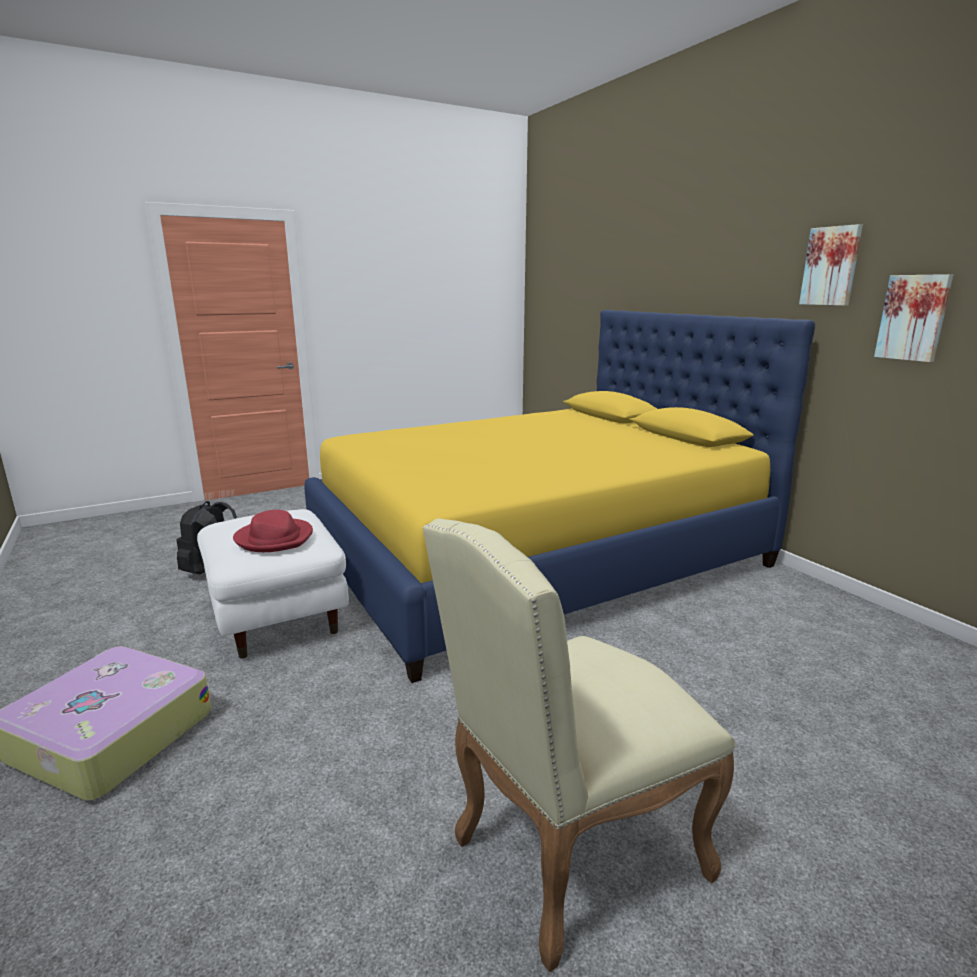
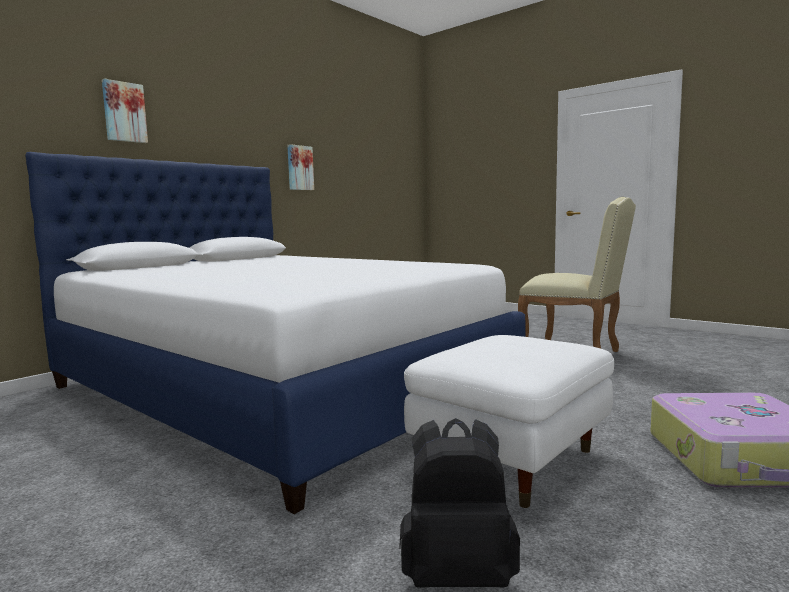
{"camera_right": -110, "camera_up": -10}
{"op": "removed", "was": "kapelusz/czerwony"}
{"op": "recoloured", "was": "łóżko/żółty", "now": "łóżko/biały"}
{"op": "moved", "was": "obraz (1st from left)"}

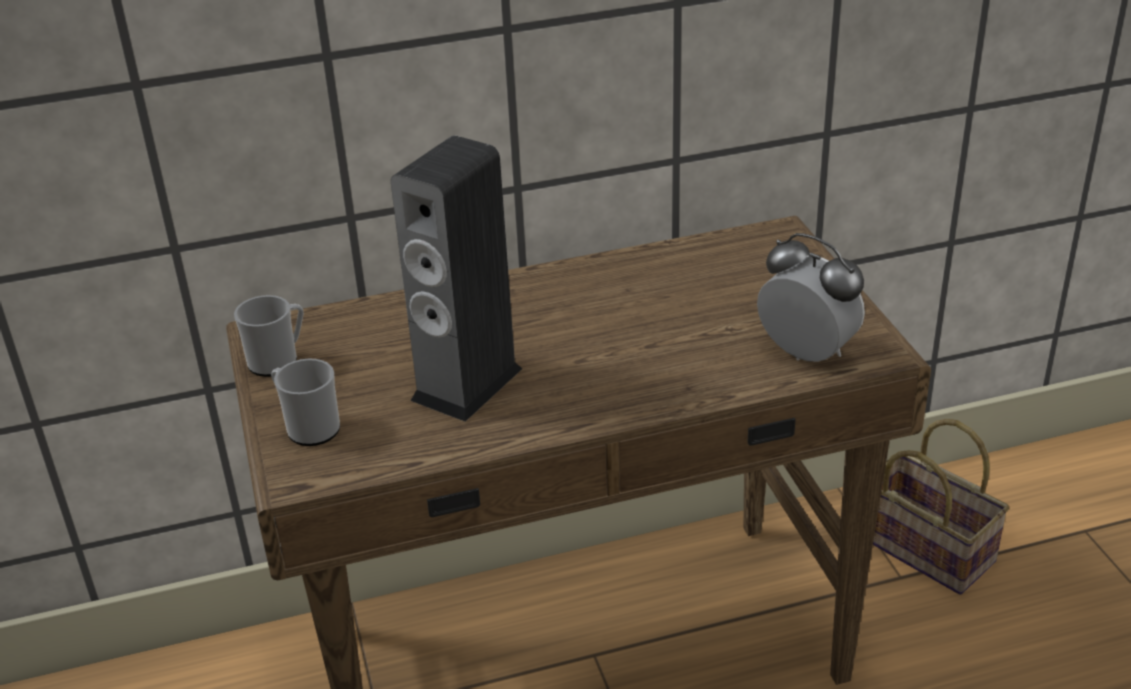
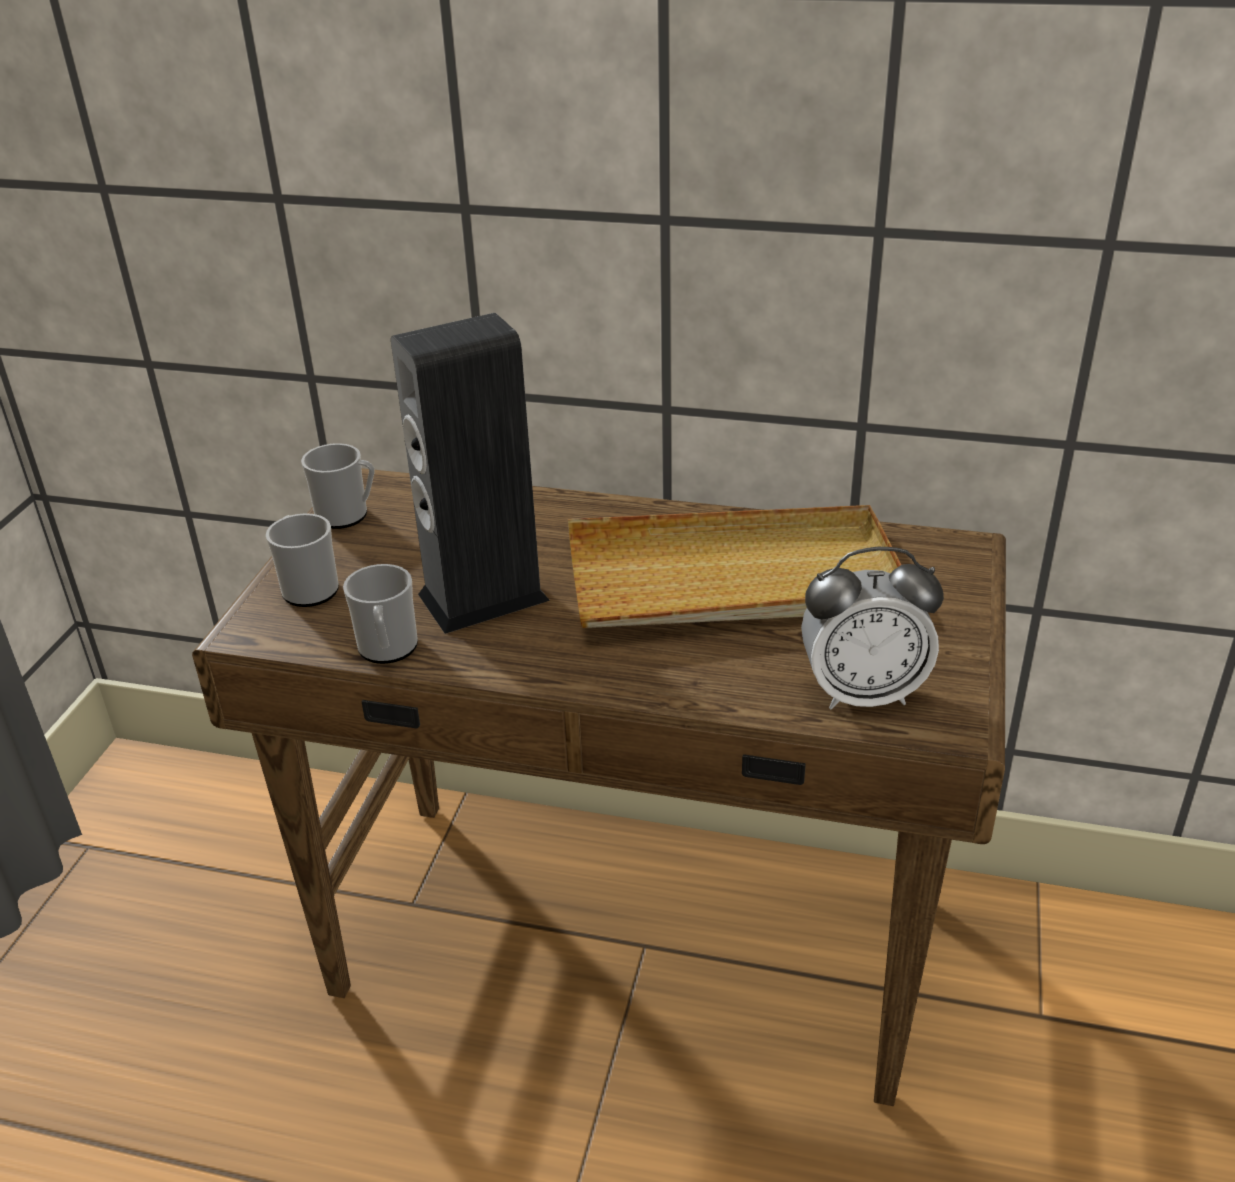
{"camera_right": 30, "camera_up": 0}
{"op": "turned", "was": "budzik", "clockwise": 105}
{"op": "removed", "was": "koszyk"}
{"op": "added", "now": "kubek (3rd from left)"}
{"op": "added", "now": "taca/beżowy"}

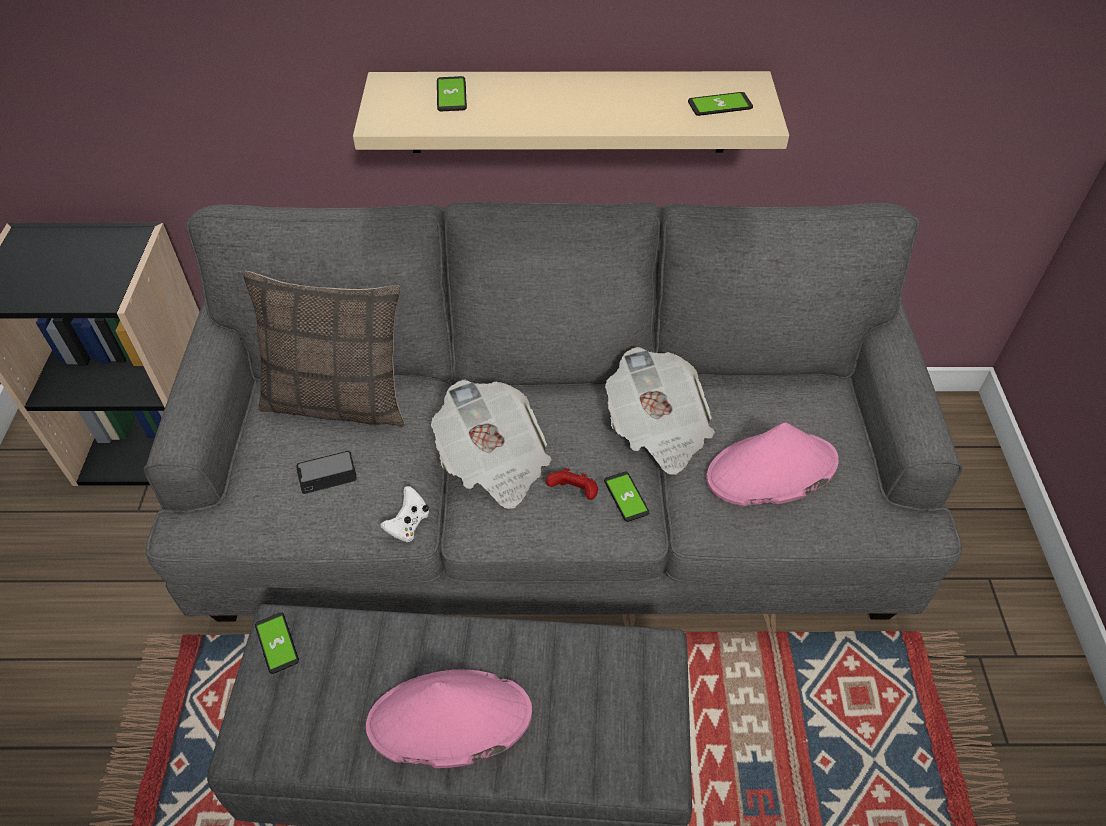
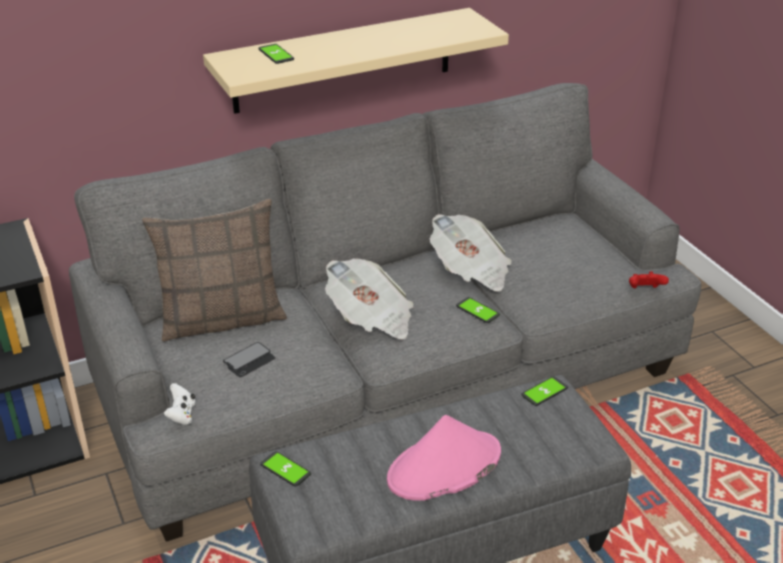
{"camera_right": -25, "camera_up": -15}
{"op": "moved", "was": "pad do gier/biały"}
{"op": "moved", "was": "pad do gier/czerwony"}
{"op": "moved", "was": "telefon (5th from left)"}
{"op": "removed", "was": "kapelusz/różowy (2nd from left)"}

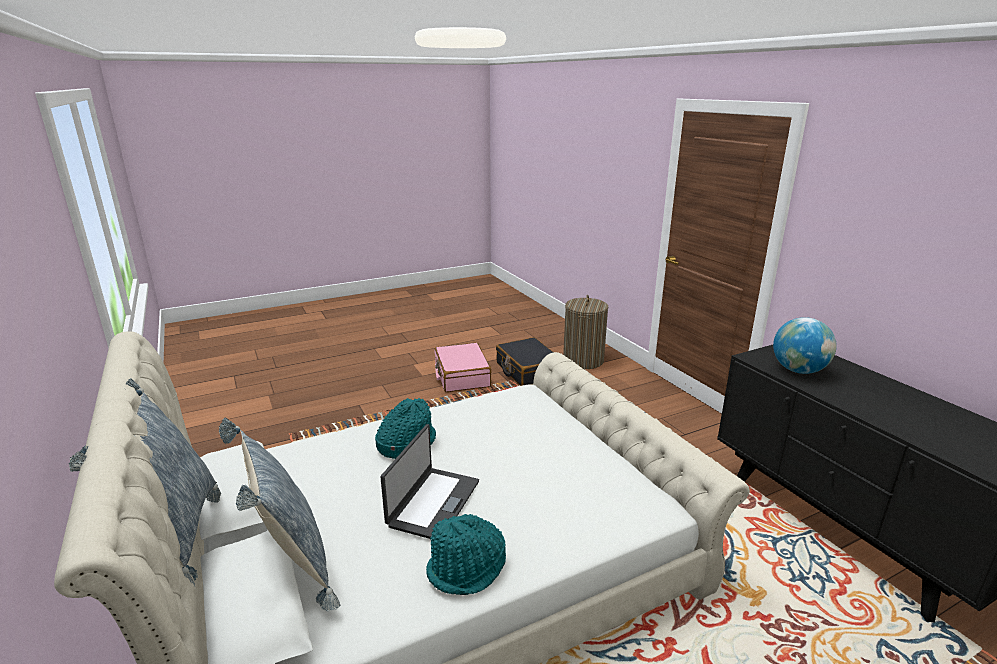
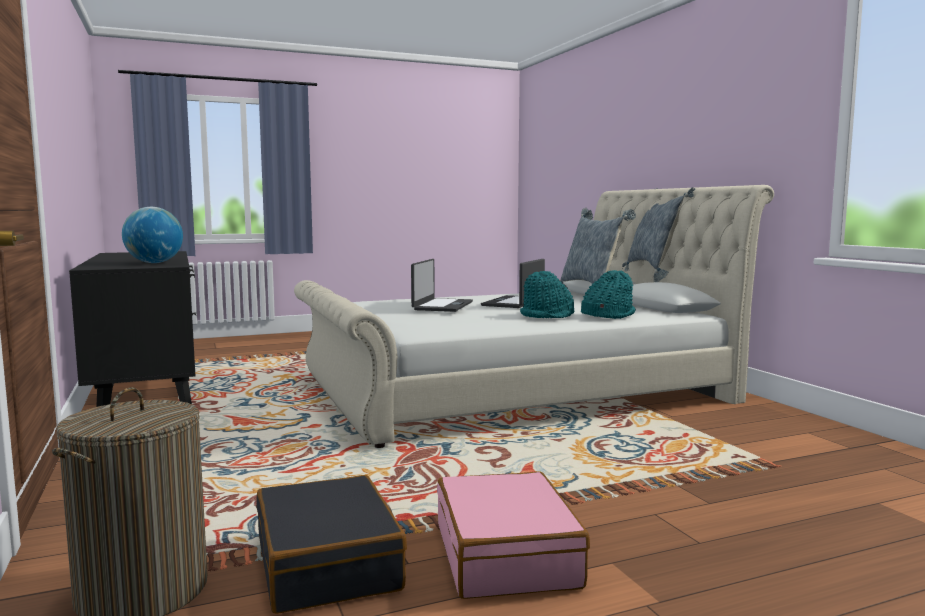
{"camera_right": -175, "camera_up": -15}
{"op": "moved", "was": "kapelusz/turkusowy (2nd from left)"}
{"op": "added", "now": "laptop (1st from left)"}

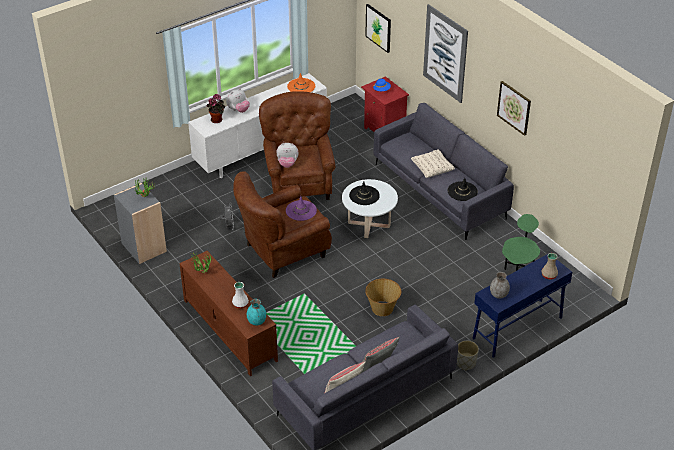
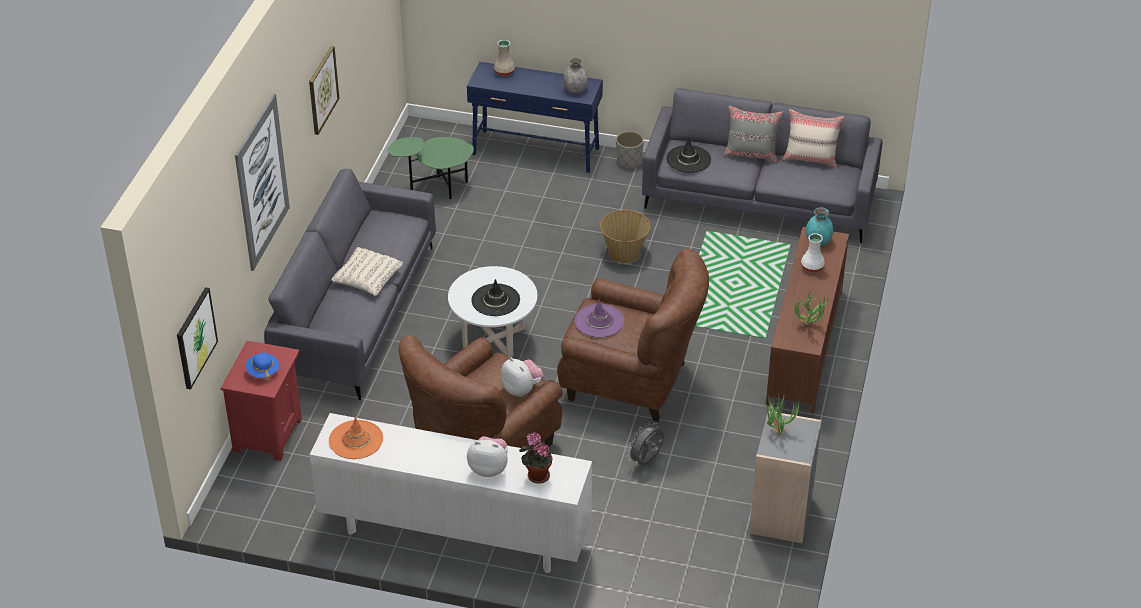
{"camera_right": -130, "camera_up": 0}
{"op": "moved", "was": "kapelusz/czarny (2nd from left)"}

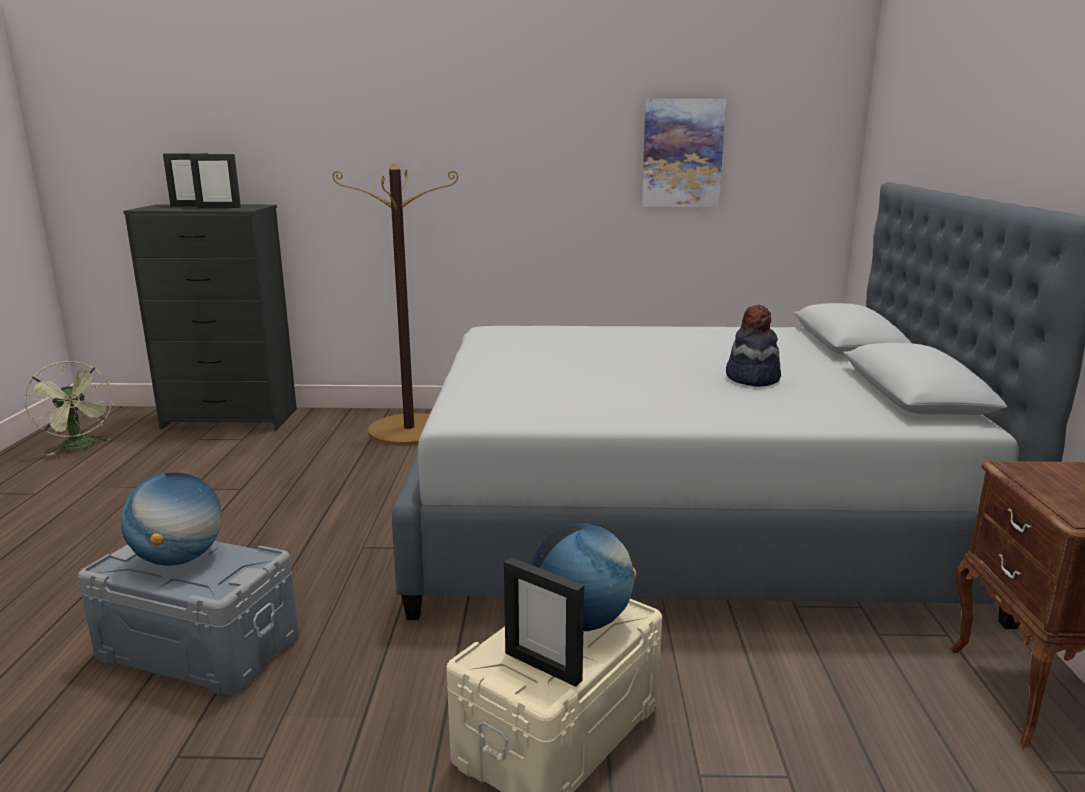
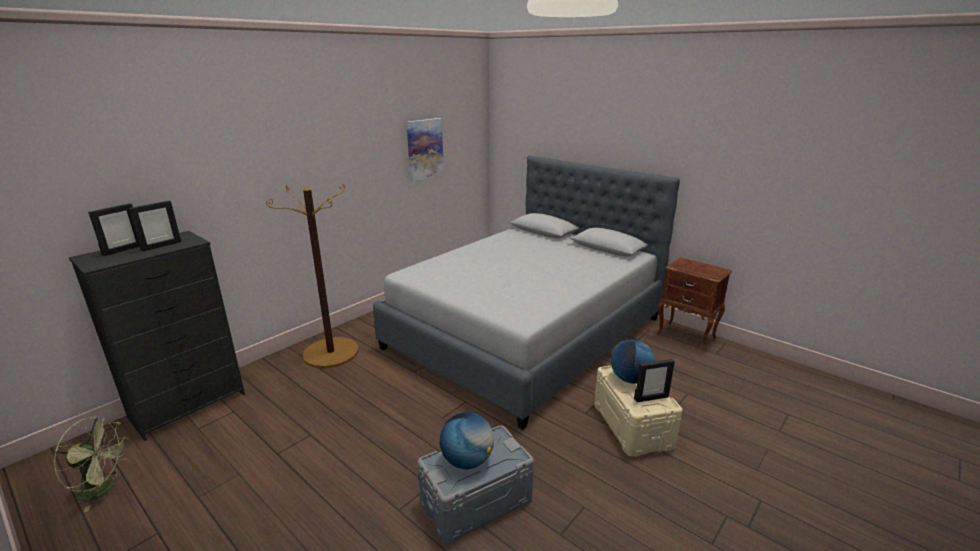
{"camera_right": -50, "camera_up": 5}
{"op": "removed", "was": "kapelusz"}

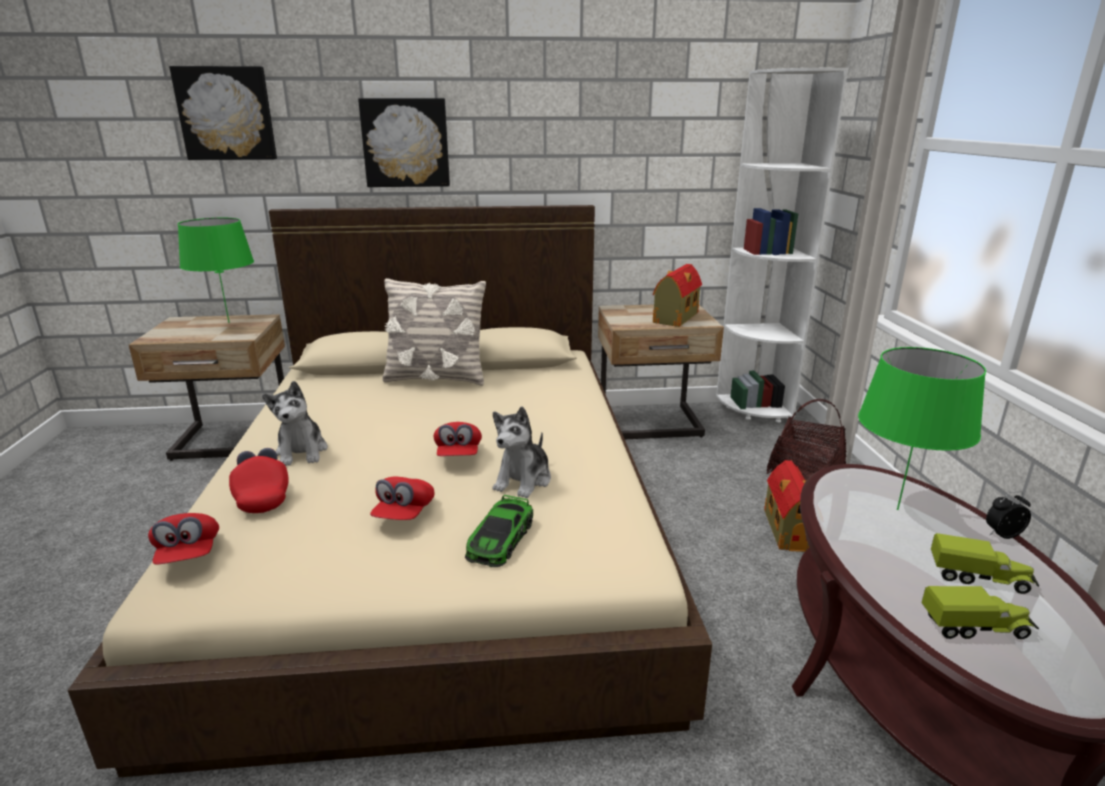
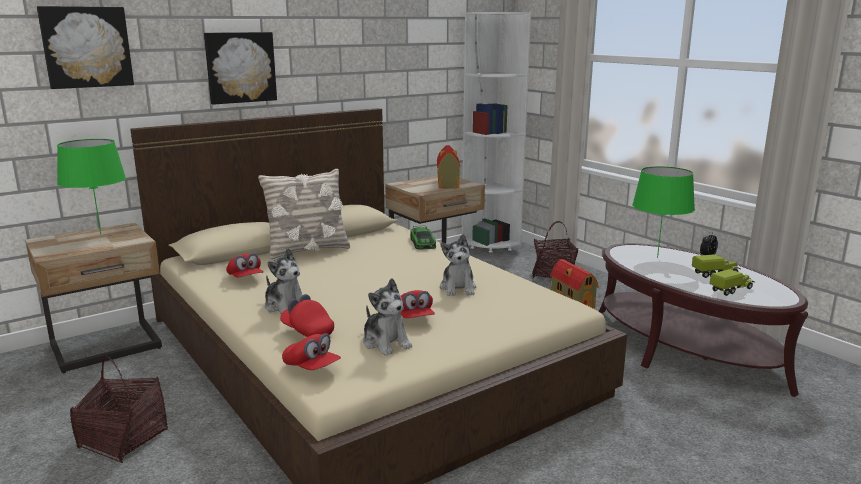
{"camera_right": -30, "camera_up": -5}
{"op": "moved", "was": "czapka z daszkiem/czerwony (4th from left in the first image)", "now": "czapka z daszkiem/czerwony (1st from left)"}
{"op": "moved", "was": "samochodzik"}
{"op": "added", "now": "koszyk (1st from left)"}
{"op": "added", "now": "pluszak (2nd from left)"}

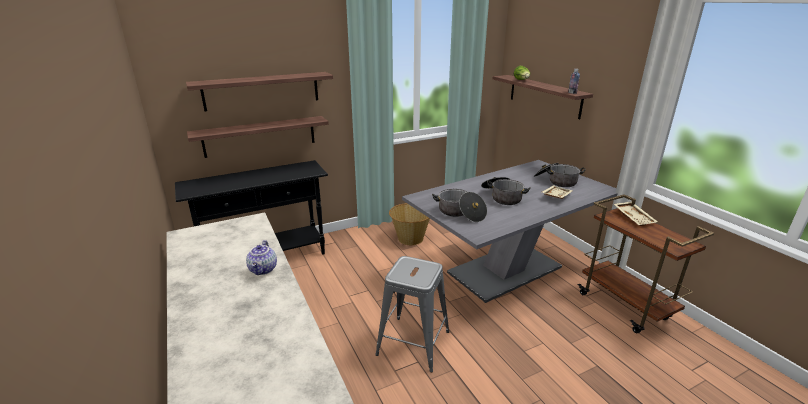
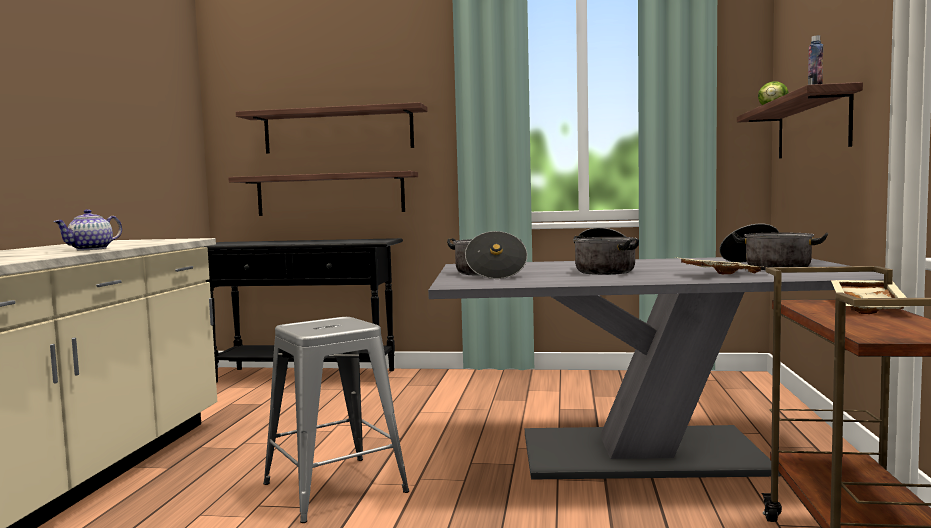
{"camera_right": 35, "camera_up": -20}
{"op": "removed", "was": "koszyk"}

